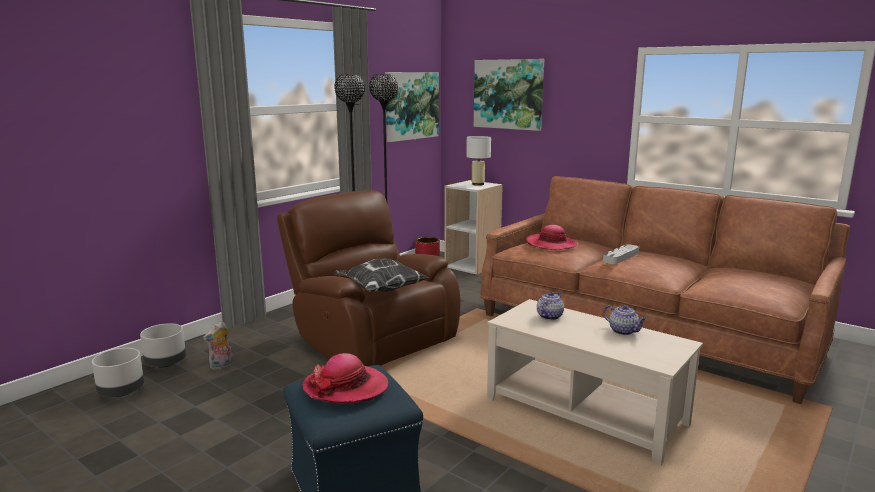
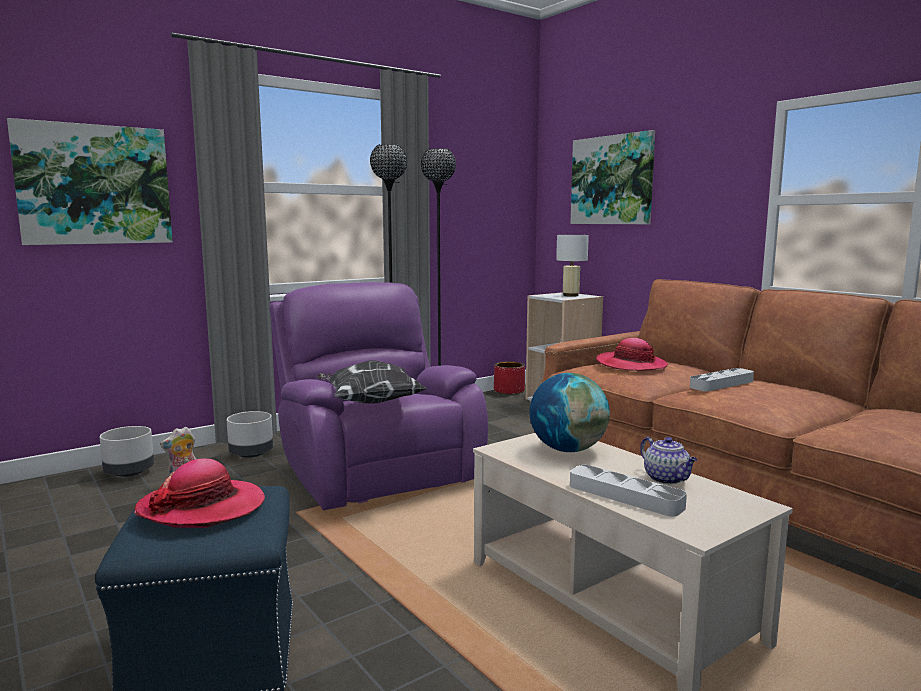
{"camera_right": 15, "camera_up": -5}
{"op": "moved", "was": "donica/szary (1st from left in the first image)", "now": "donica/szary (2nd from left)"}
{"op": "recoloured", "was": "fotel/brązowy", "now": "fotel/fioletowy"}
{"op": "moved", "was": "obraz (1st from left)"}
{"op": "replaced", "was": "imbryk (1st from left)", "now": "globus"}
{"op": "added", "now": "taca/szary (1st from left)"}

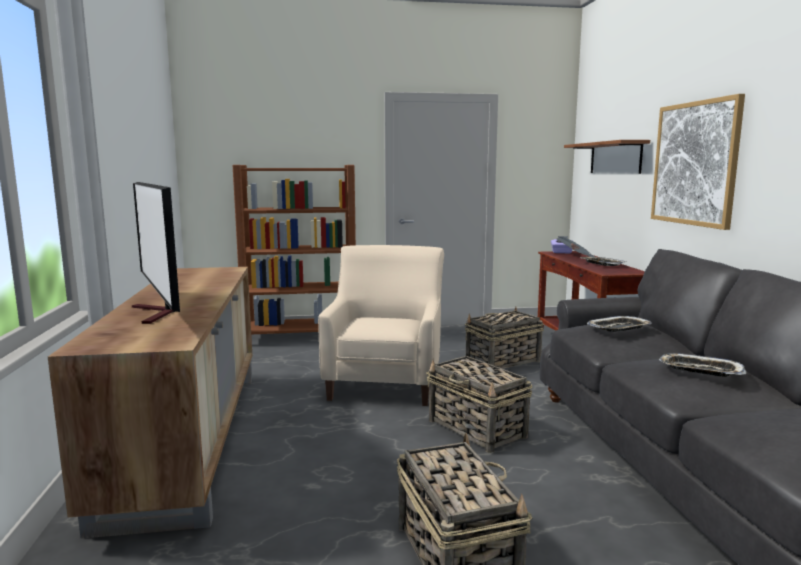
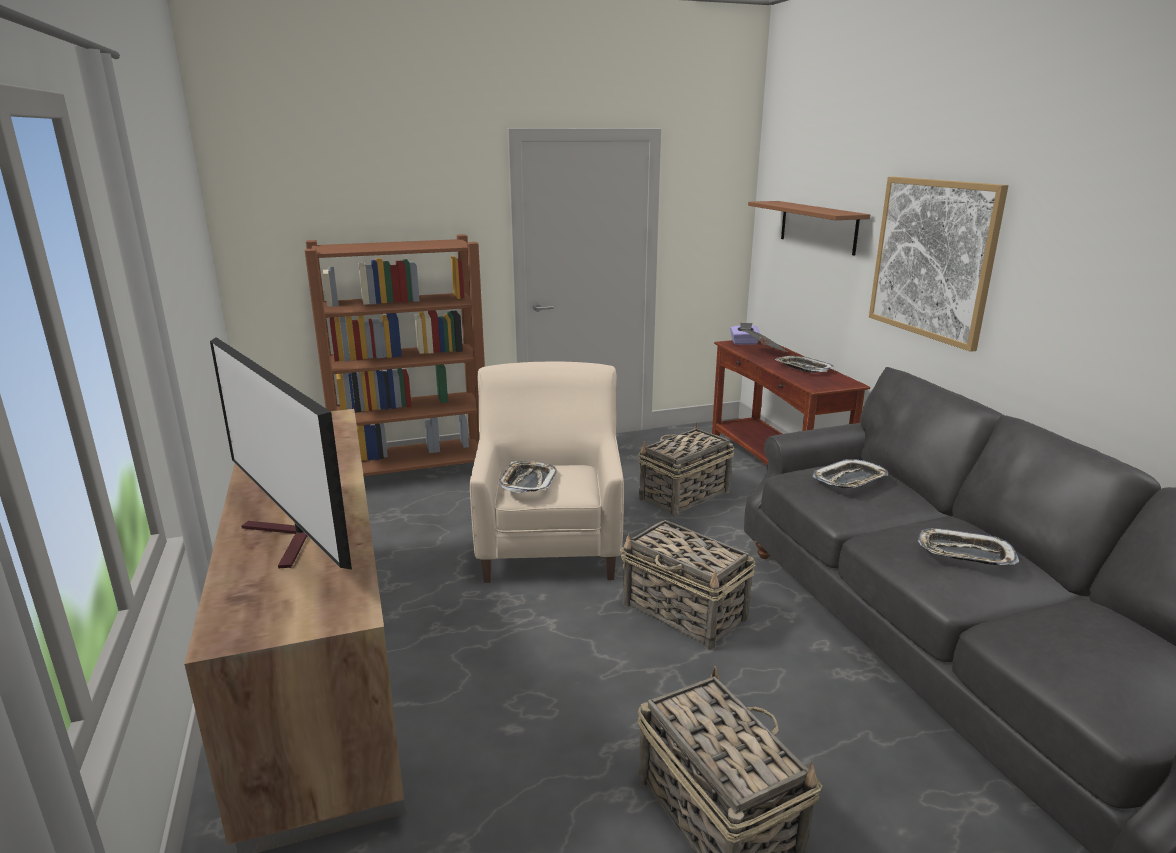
{"camera_right": -10, "camera_up": 10}
{"op": "added", "now": "taca (1st from left)"}

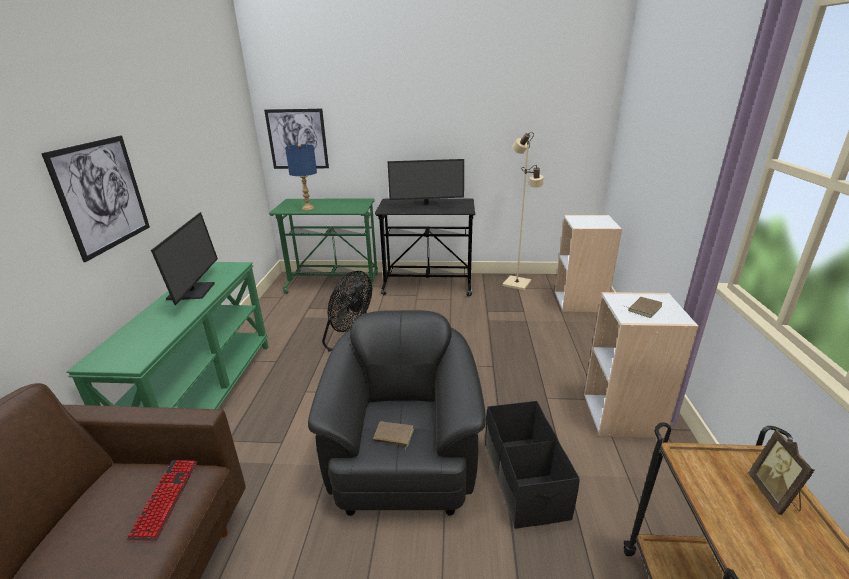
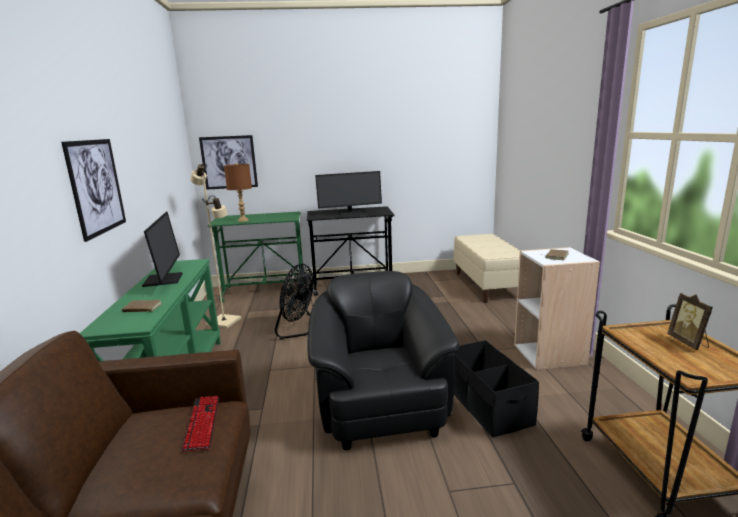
{"camera_right": -10, "camera_up": -10}
{"op": "recoloured", "was": "lampa stołowa/niebieski", "now": "lampa stołowa/brązowy"}
{"op": "moved", "was": "książka/brązowy (1st from left)"}
{"op": "moved", "was": "lampa stojąca/beżowy"}
{"op": "replaced", "was": "regał (1st from left)", "now": "ławka/beżowy"}

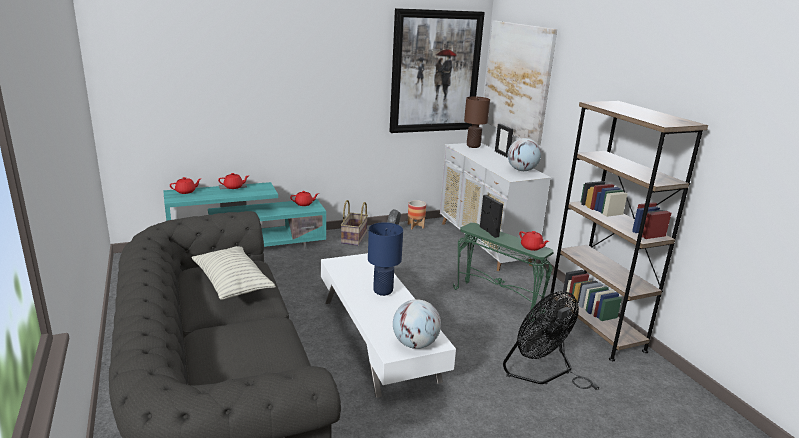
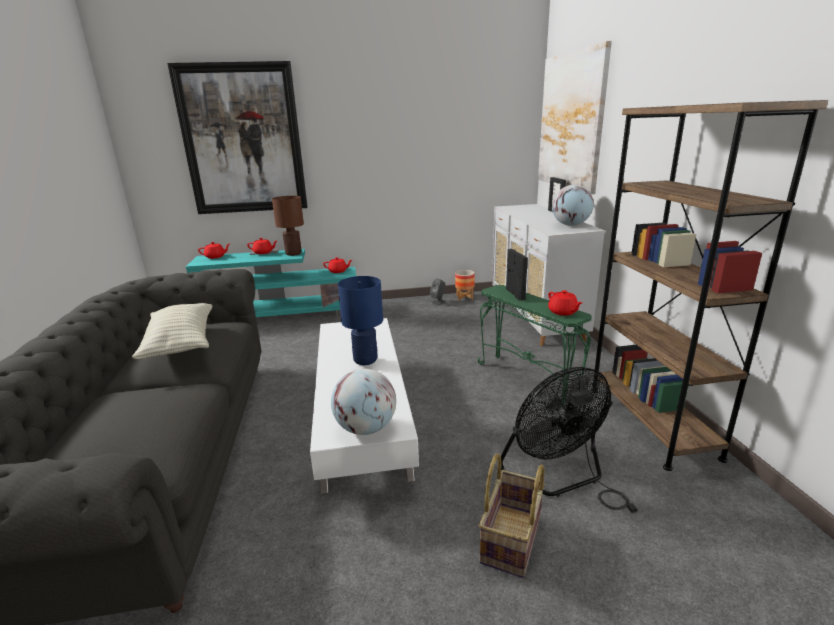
{"camera_right": 15, "camera_up": 0}
{"op": "moved", "was": "koszyk"}
{"op": "moved", "was": "obraz (1st from left)"}
{"op": "moved", "was": "lampa stołowa/brązowy"}

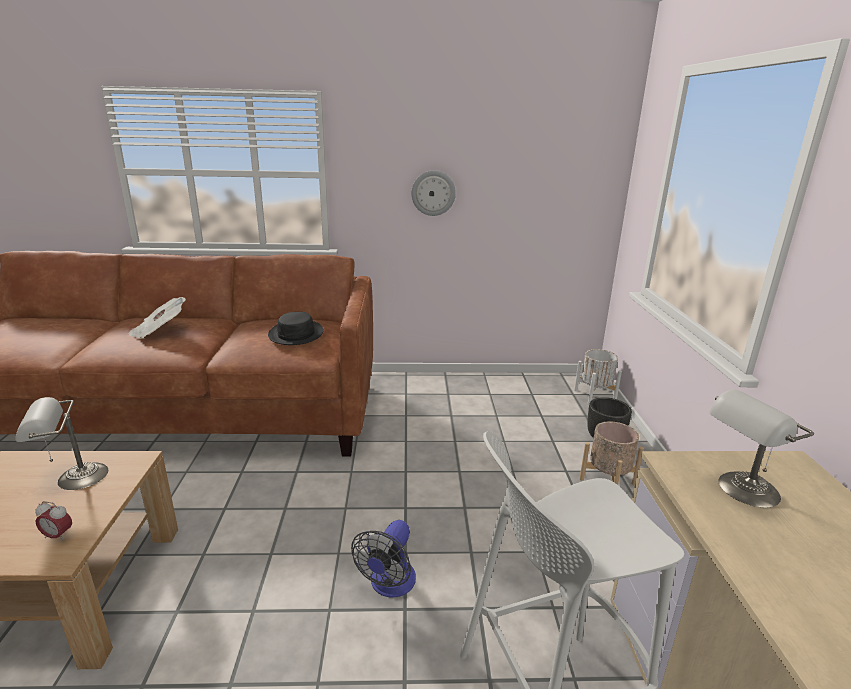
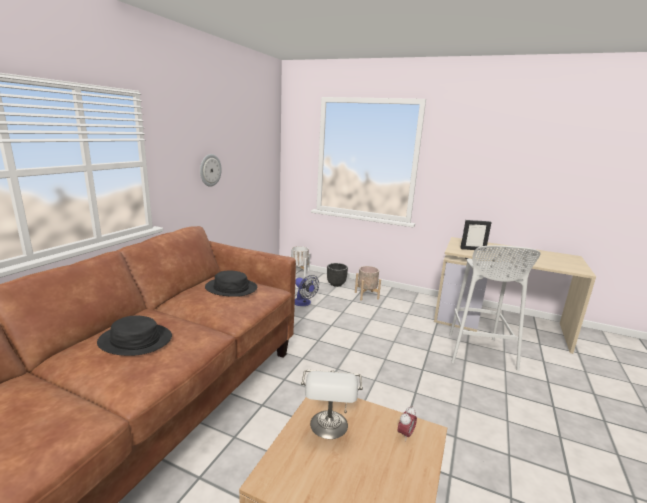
{"camera_right": -65, "camera_up": -5}
{"op": "replaced", "was": "gazeta", "now": "kapelusz/czarny (1st from left)"}
{"op": "moved", "was": "wentylator"}
{"op": "replaced", "was": "lampa stołowa/biały (2nd from left)", "now": "ramka na zdjęcie"}

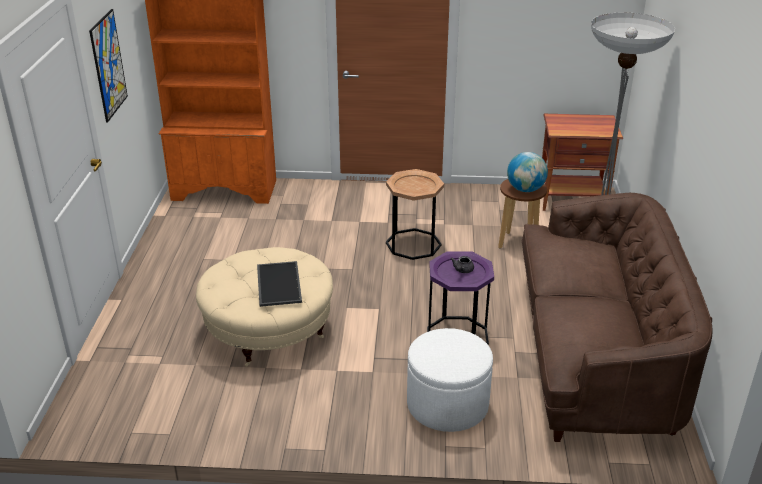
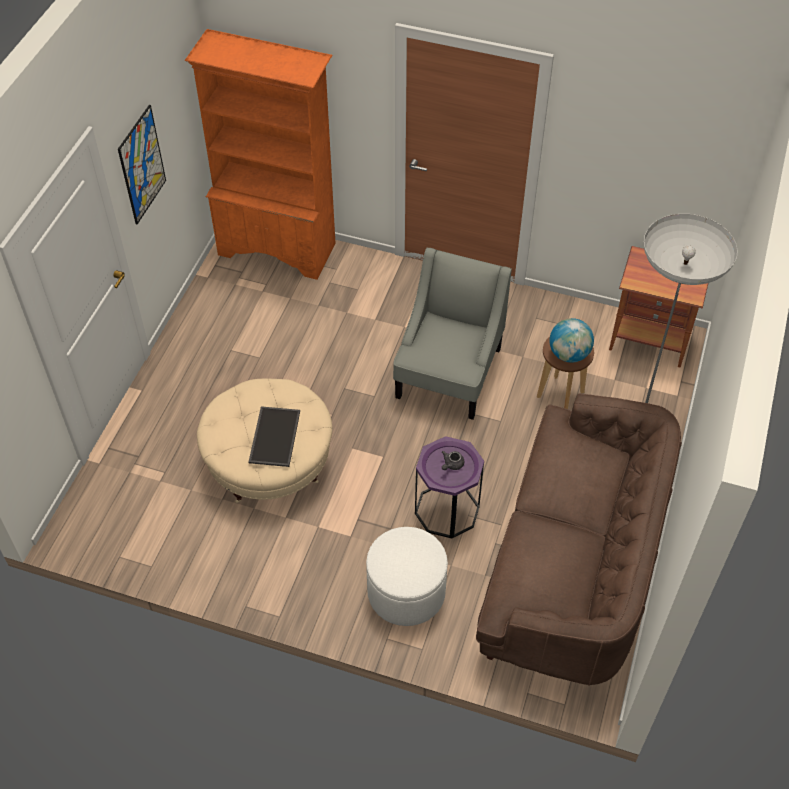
{"camera_right": 15, "camera_up": 20}
{"op": "replaced", "was": "stolik/brązowy", "now": "fotel/szary"}

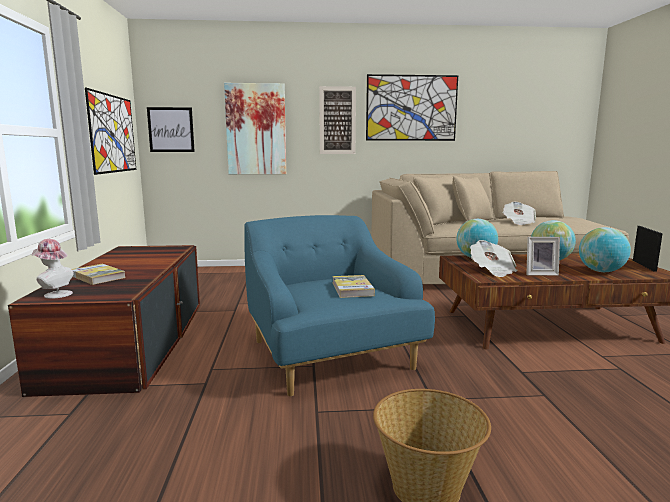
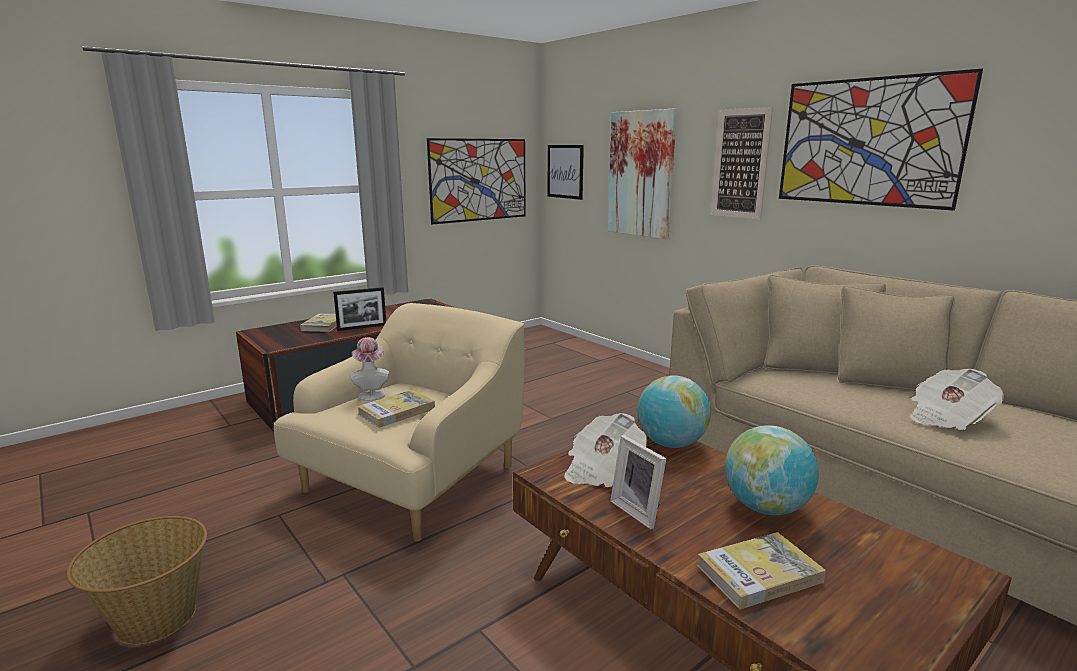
{"camera_right": 55, "camera_up": 5}
{"op": "moved", "was": "kapelusz"}
{"op": "recoloured", "was": "fotel/niebieski", "now": "fotel/beżowy"}
{"op": "replaced", "was": "globus (3rd from left)", "now": "książka (3rd from left)"}
{"op": "moved", "was": "ramka na zdjęcie (2nd from left in the first image)", "now": "ramka na zdjęcie (1st from left)"}

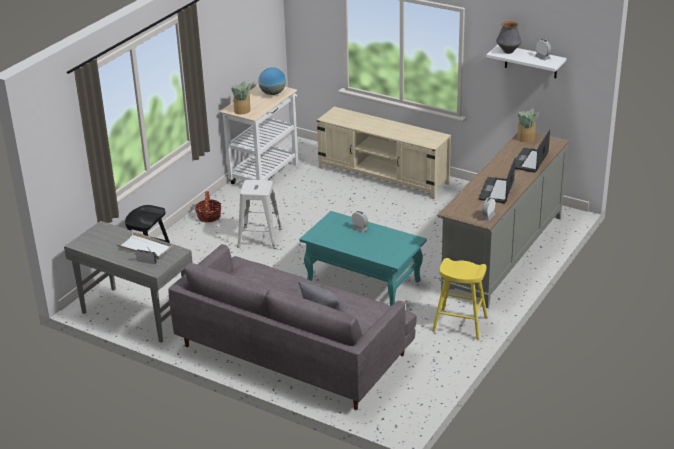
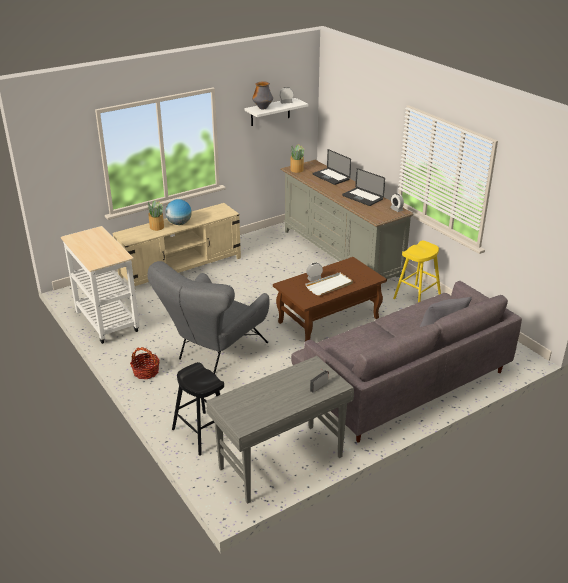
{"camera_right": -65, "camera_up": 0}
{"op": "moved", "was": "taca/biały"}
{"op": "moved", "was": "roślina doniczkowa (1st from left)"}
{"op": "replaced", "was": "stołek/biały", "now": "fotel/szary"}
{"op": "moved", "was": "globus"}
{"op": "recoloured", "was": "ława/turkusowy", "now": "ława/brązowy"}

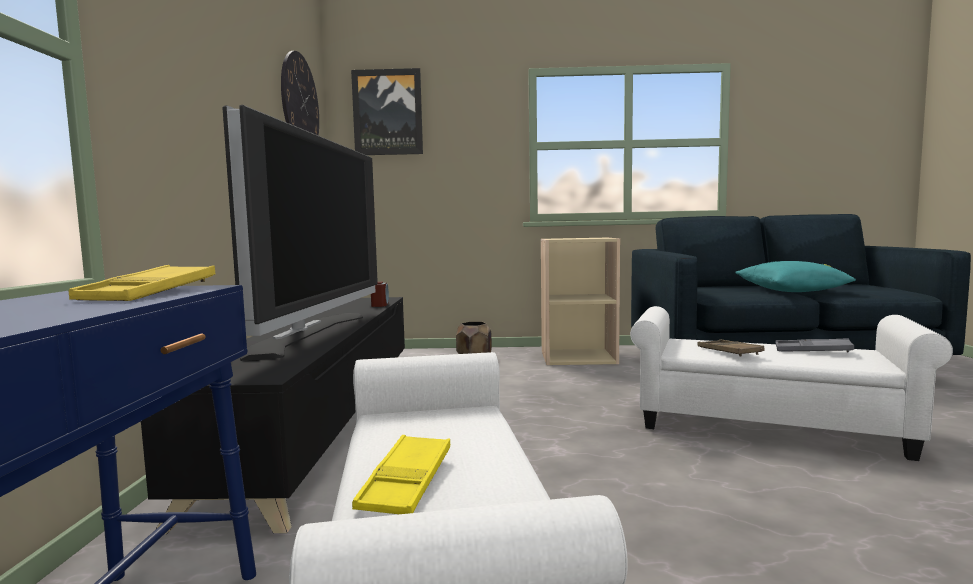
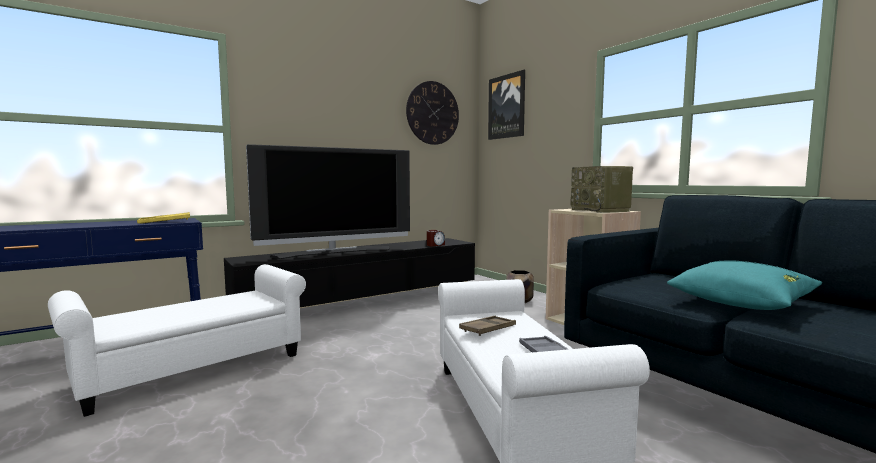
{"camera_right": 55, "camera_up": 0}
{"op": "removed", "was": "taca/żółty (2nd from left)"}
{"op": "added", "now": "radio"}

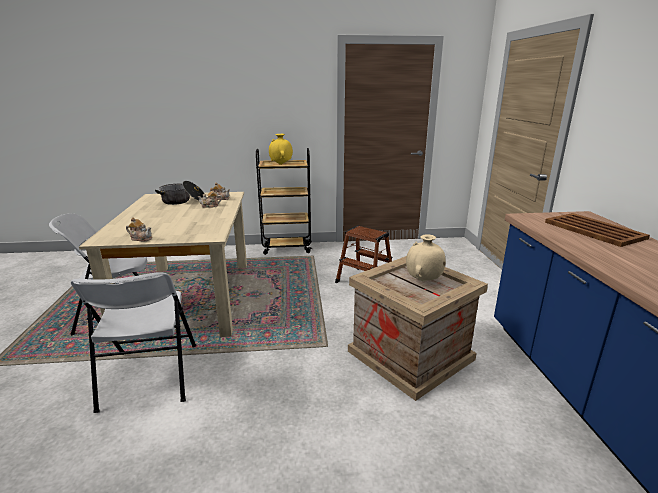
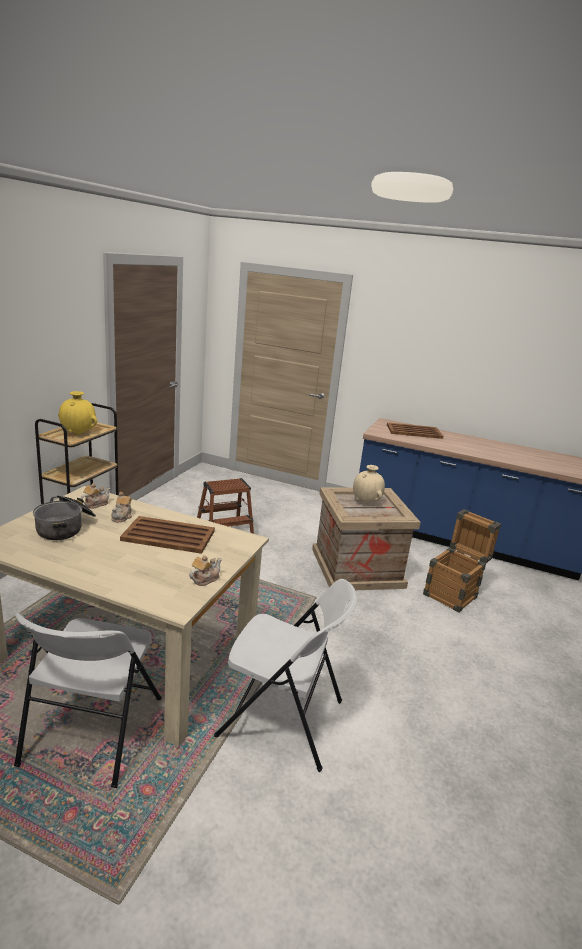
{"camera_right": -65, "camera_up": 0}
{"op": "added", "now": "taca/brązowy (1st from left)"}
{"op": "added", "now": "skrzynka (2nd from left)"}

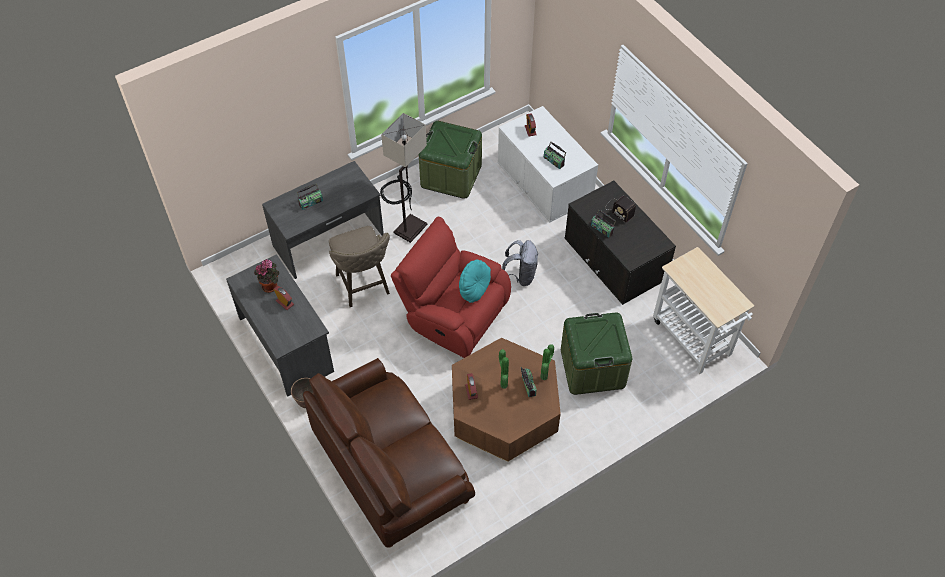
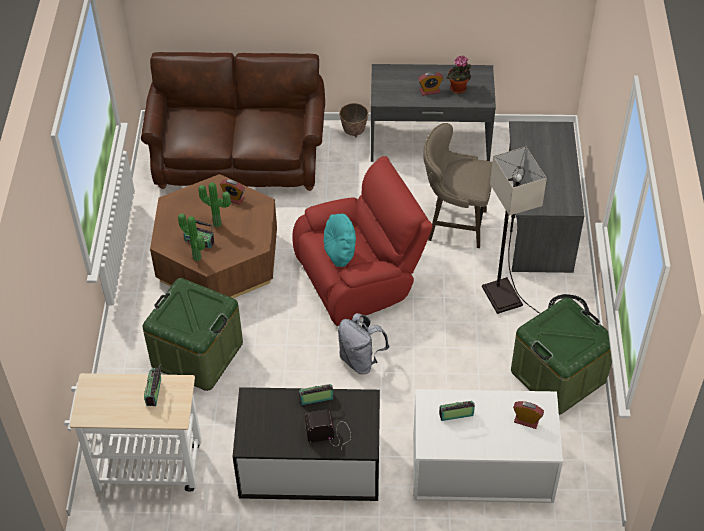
{"camera_right": 125, "camera_up": -5}
{"op": "moved", "was": "radio (1st from left)"}

